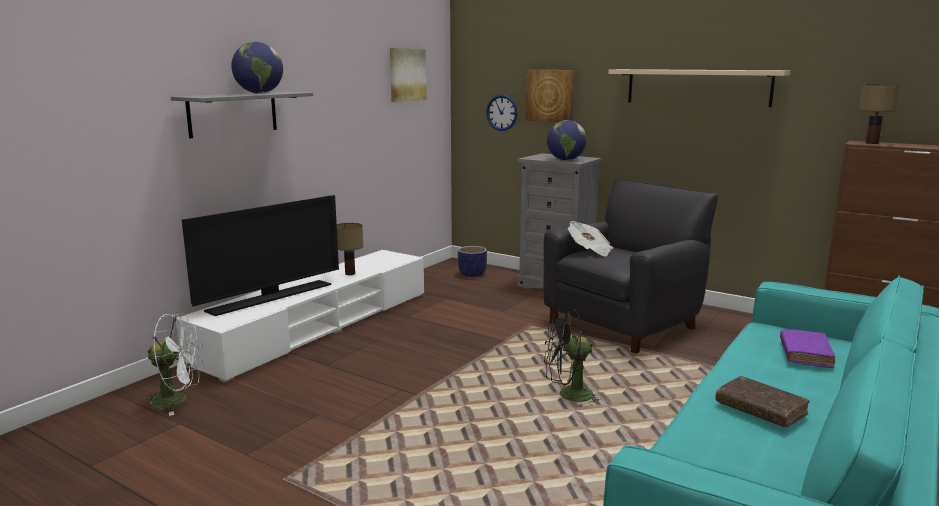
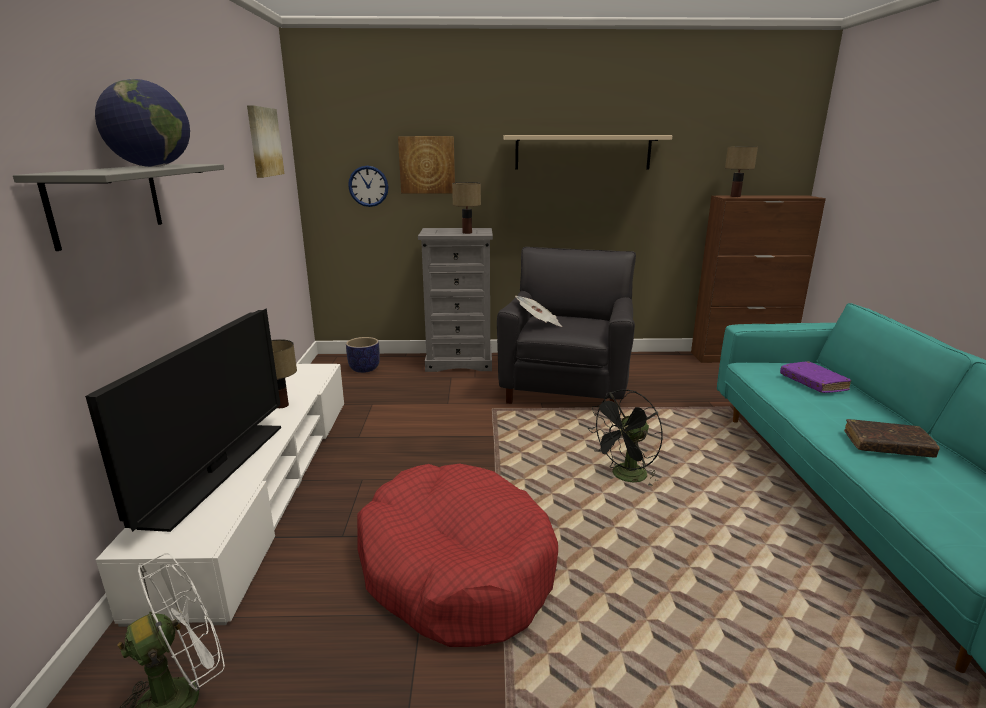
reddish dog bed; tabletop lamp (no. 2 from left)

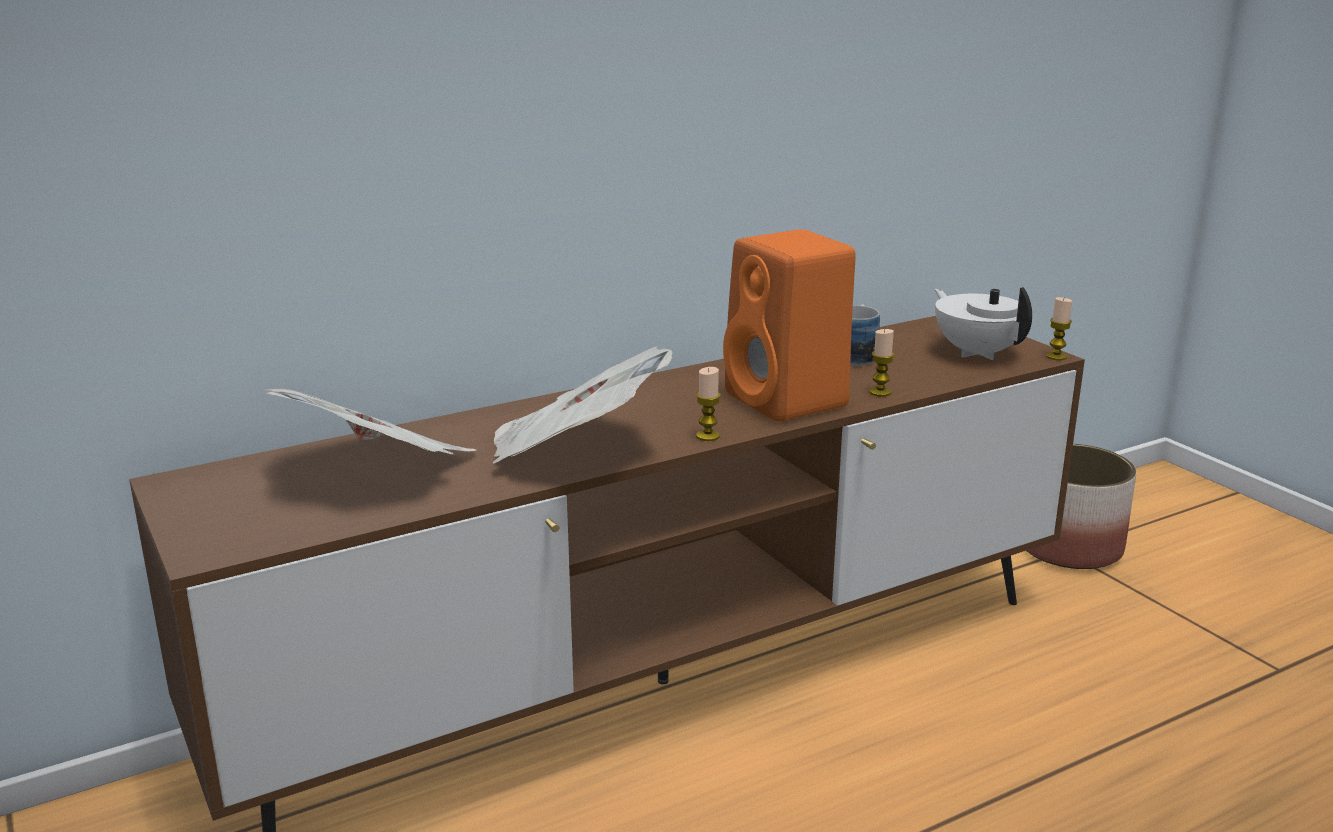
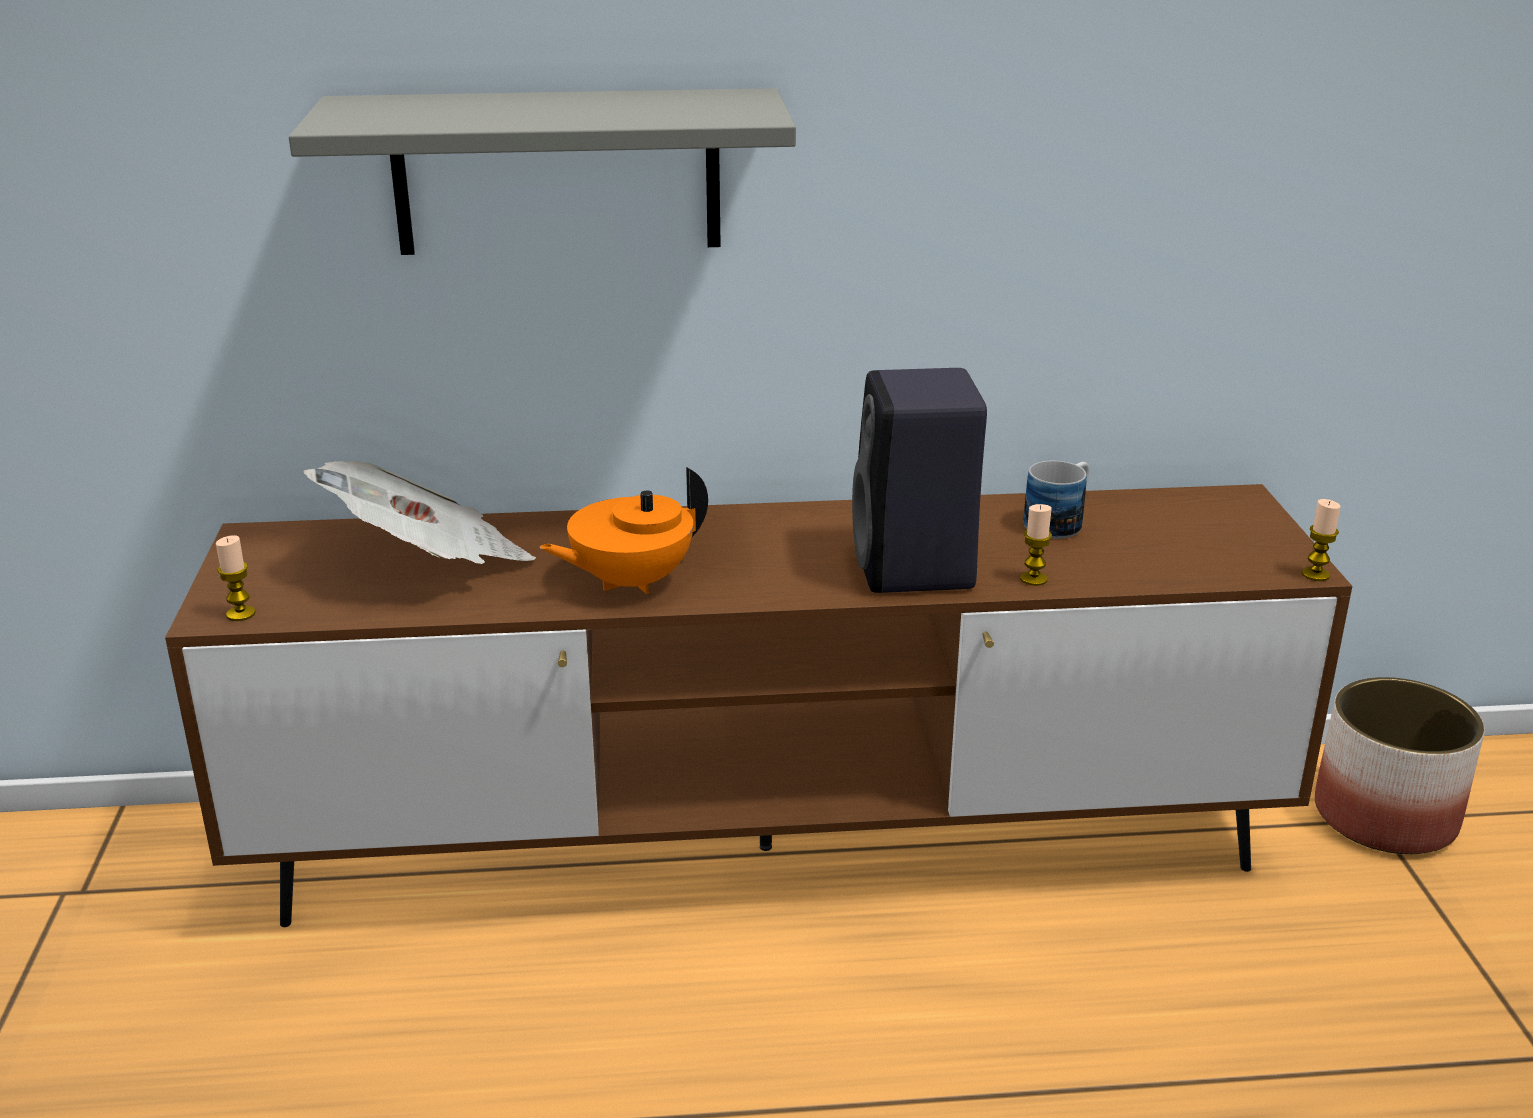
candle (no. 1 from left); greyish shelf; orange tea pot; blackish speaker; white tea pot

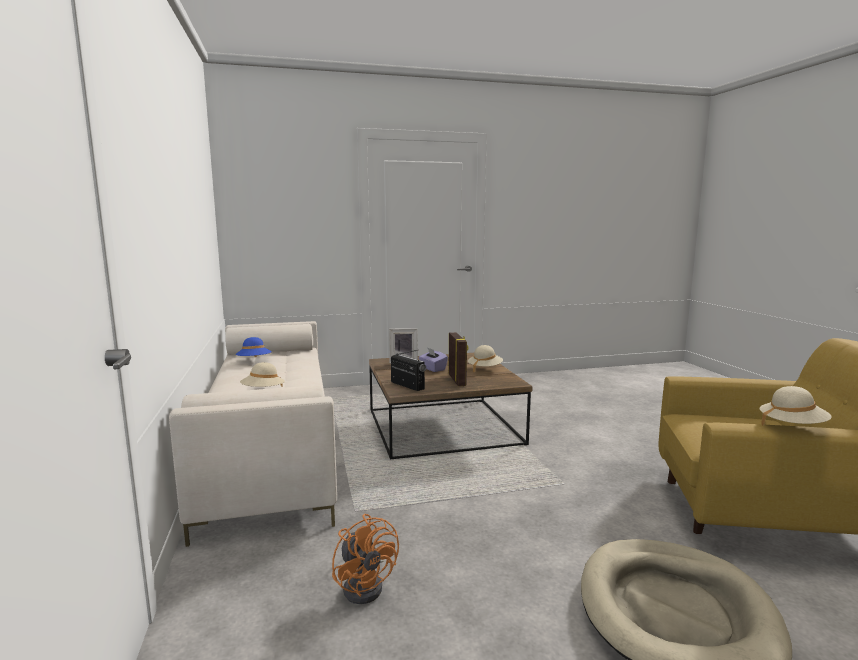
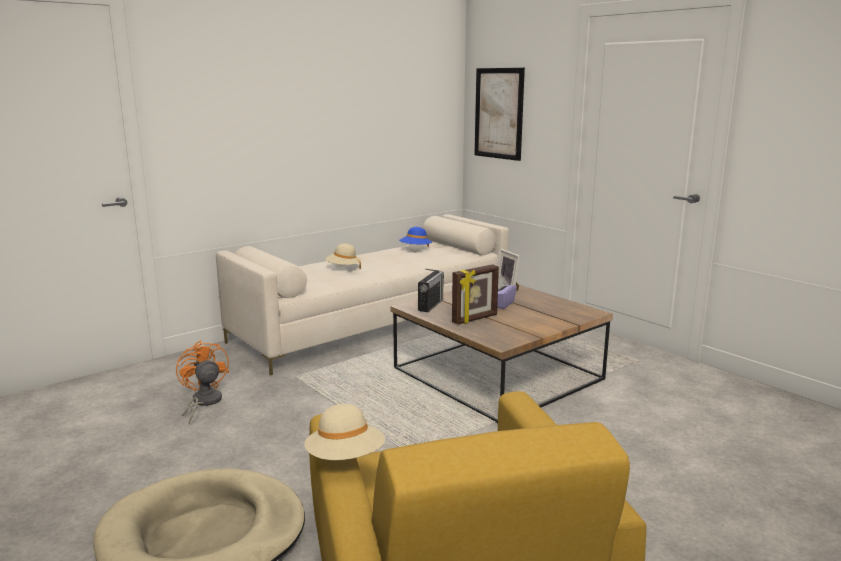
orange electric fan; wall picture; beige-coloured hat (no. 2 from left in the first image)

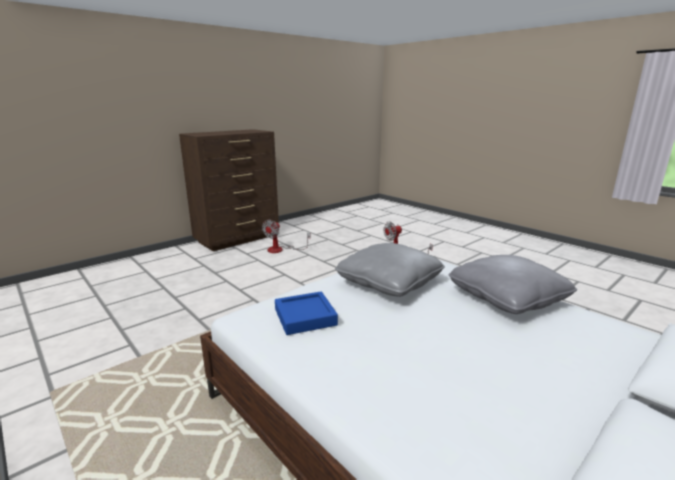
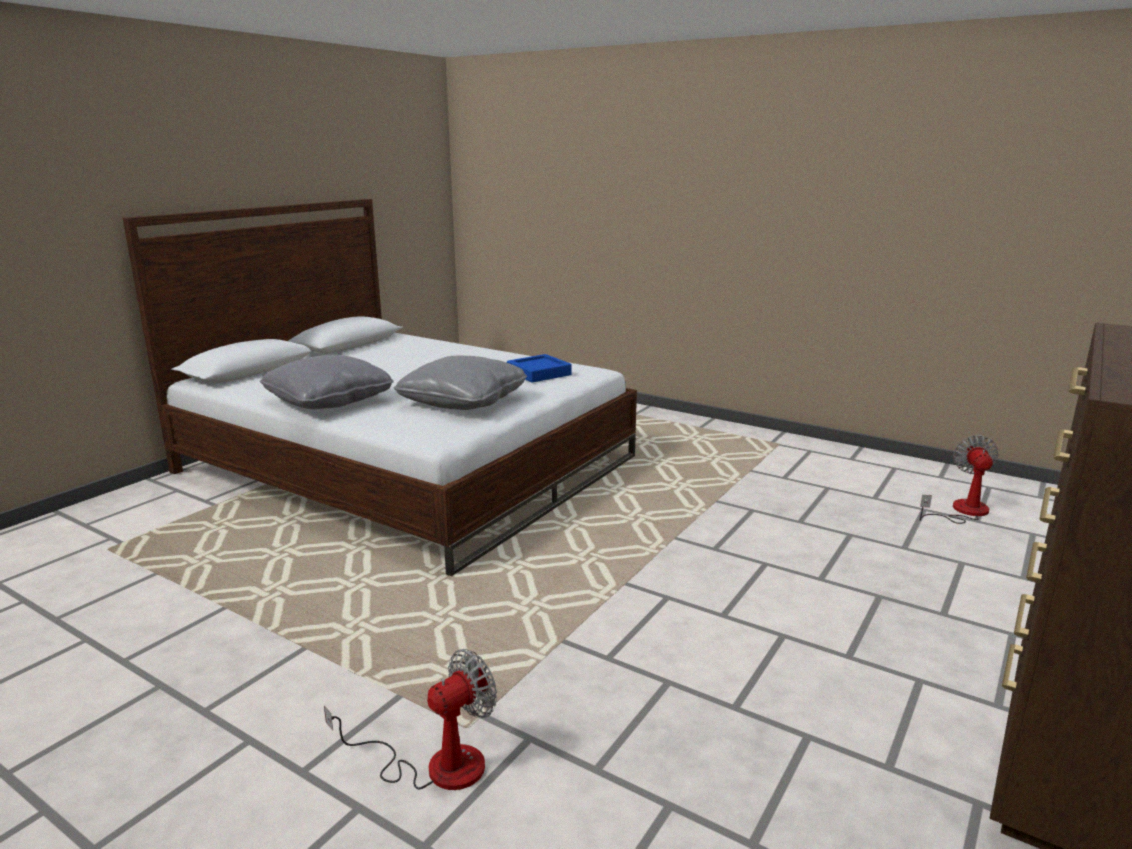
electric fan (no. 2 from left)

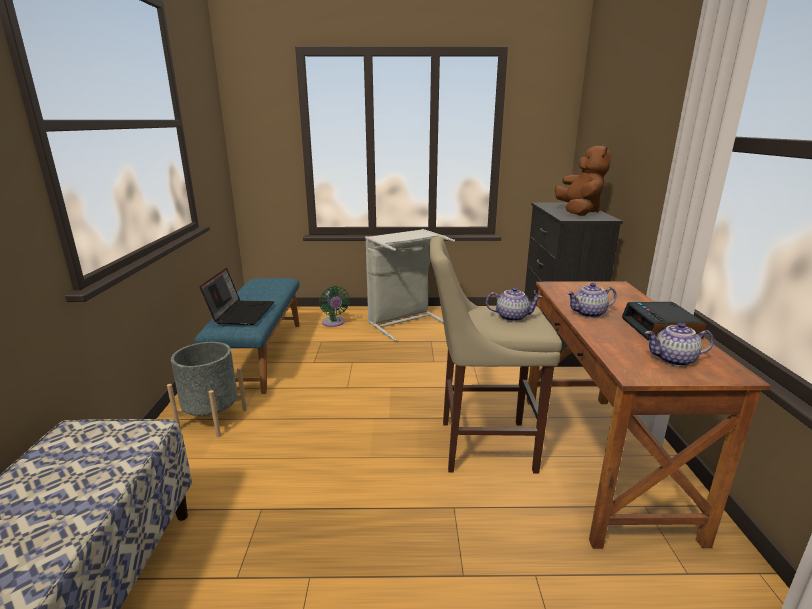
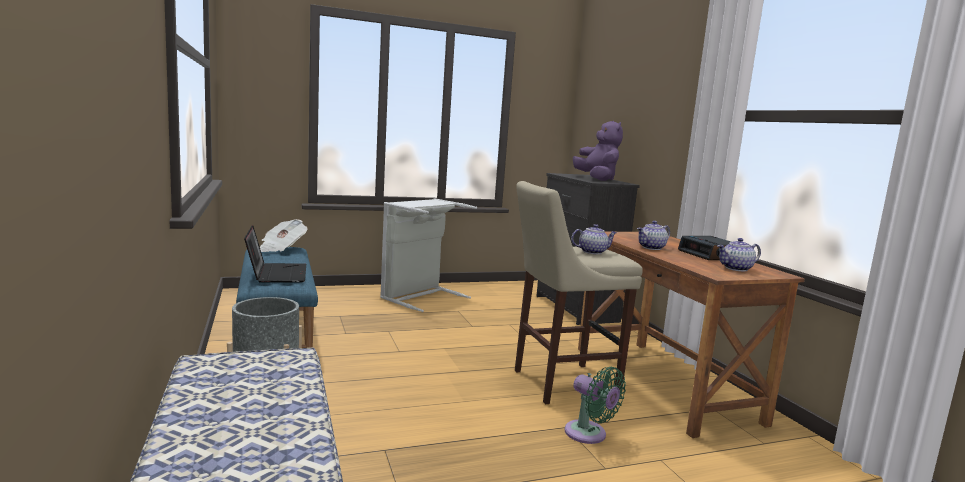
daily paper; green-coloured electric fan; purple-coloured cuddly toy

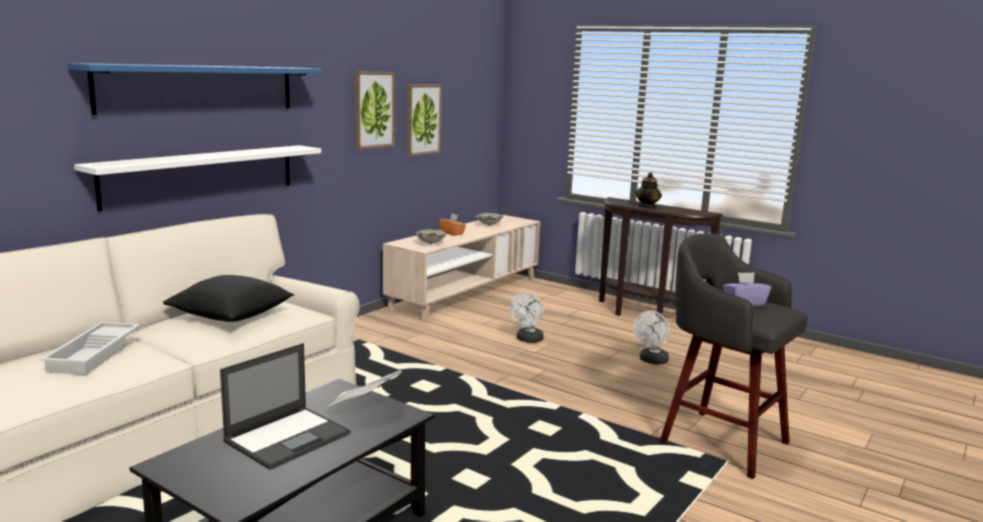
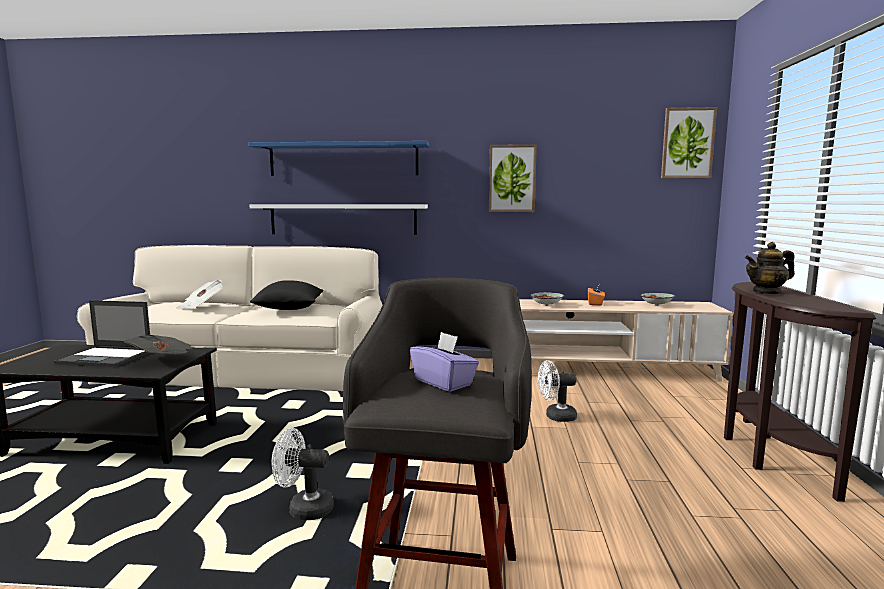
daily paper (no. 2 from left); white electric fan (no. 1 from left); wall picture (no. 2 from left)

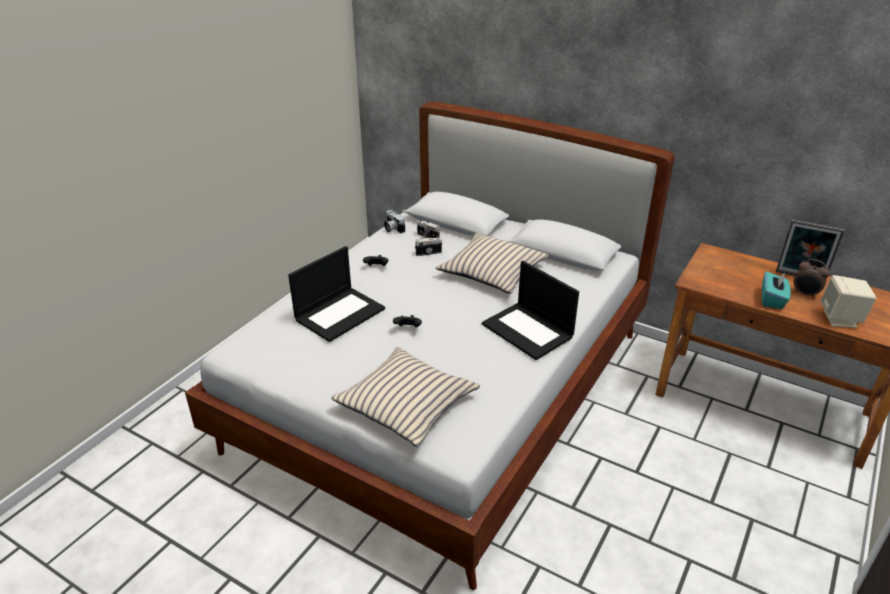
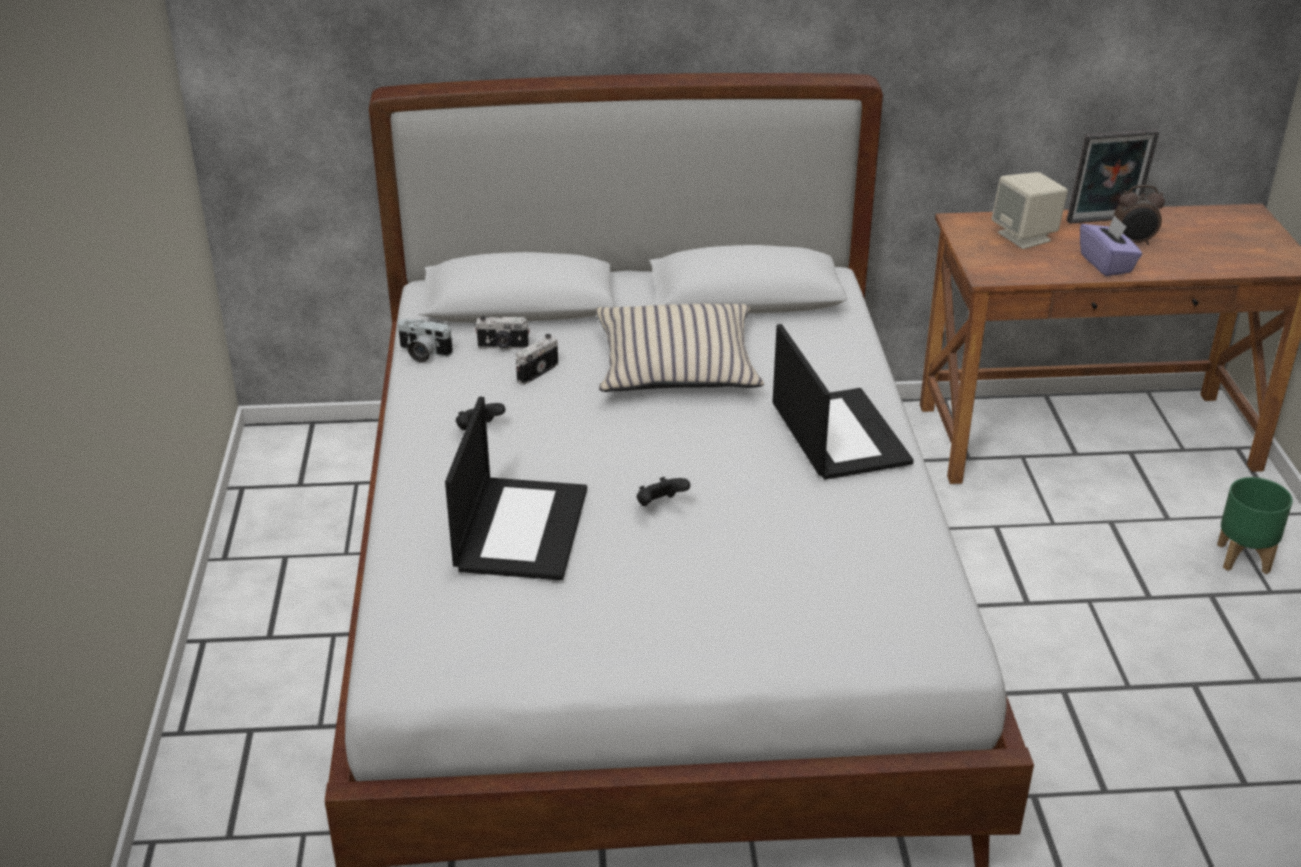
portable computer (no. 2 from left); beige-coloured speaker; purple-coloured tissue box; green-coloured flower pot; beige-coloured cushion (no. 1 from left in the first image)

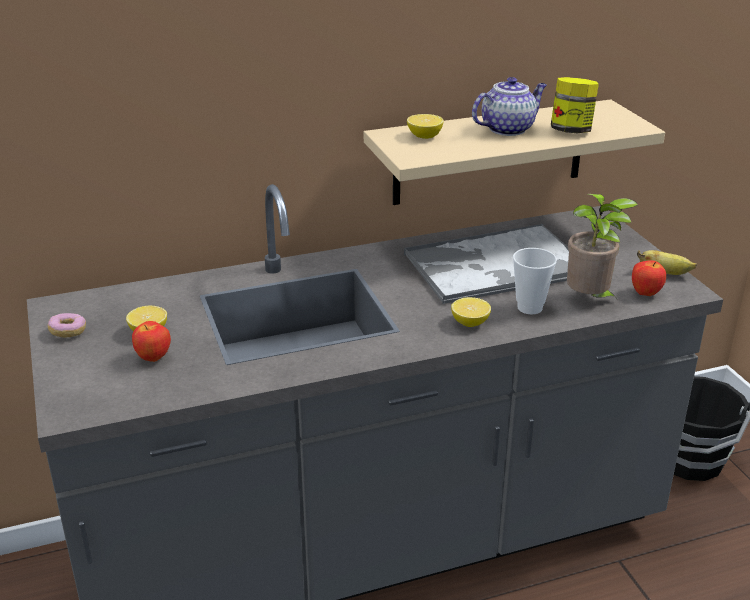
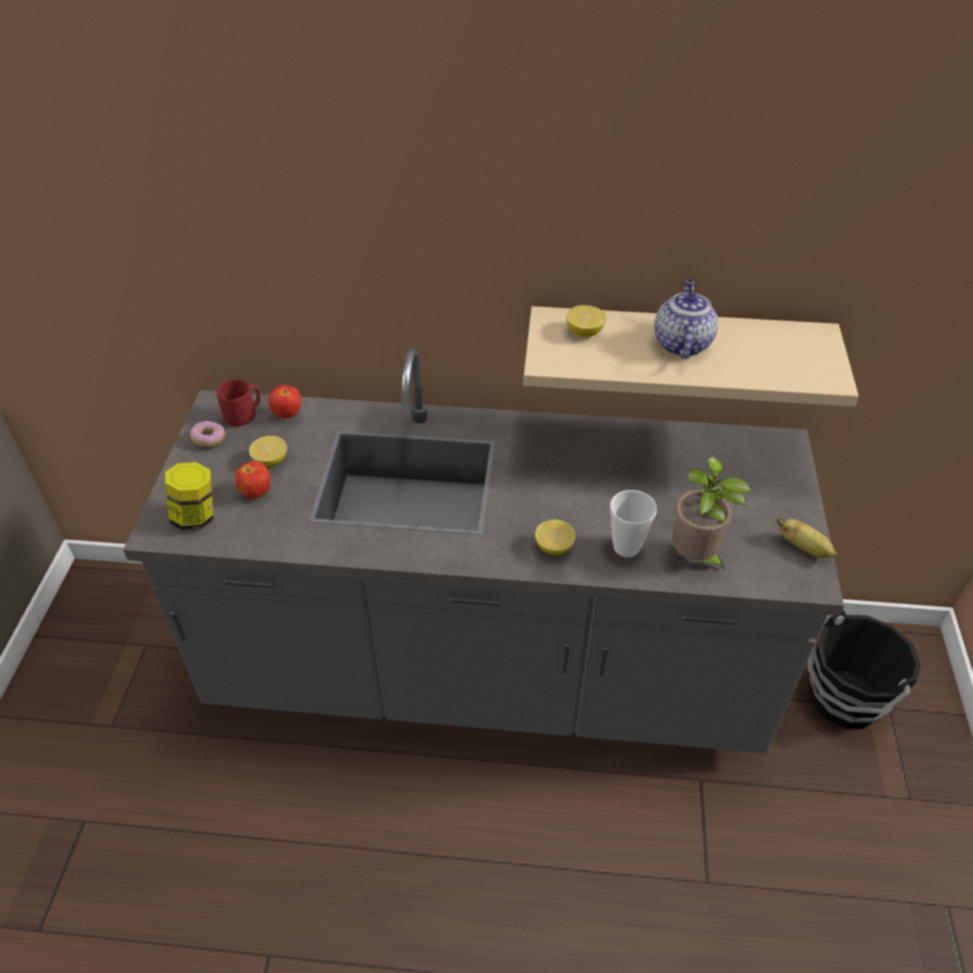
jar; reddish tea mug; whole apple (no. 2 from left); tea pot; tray

